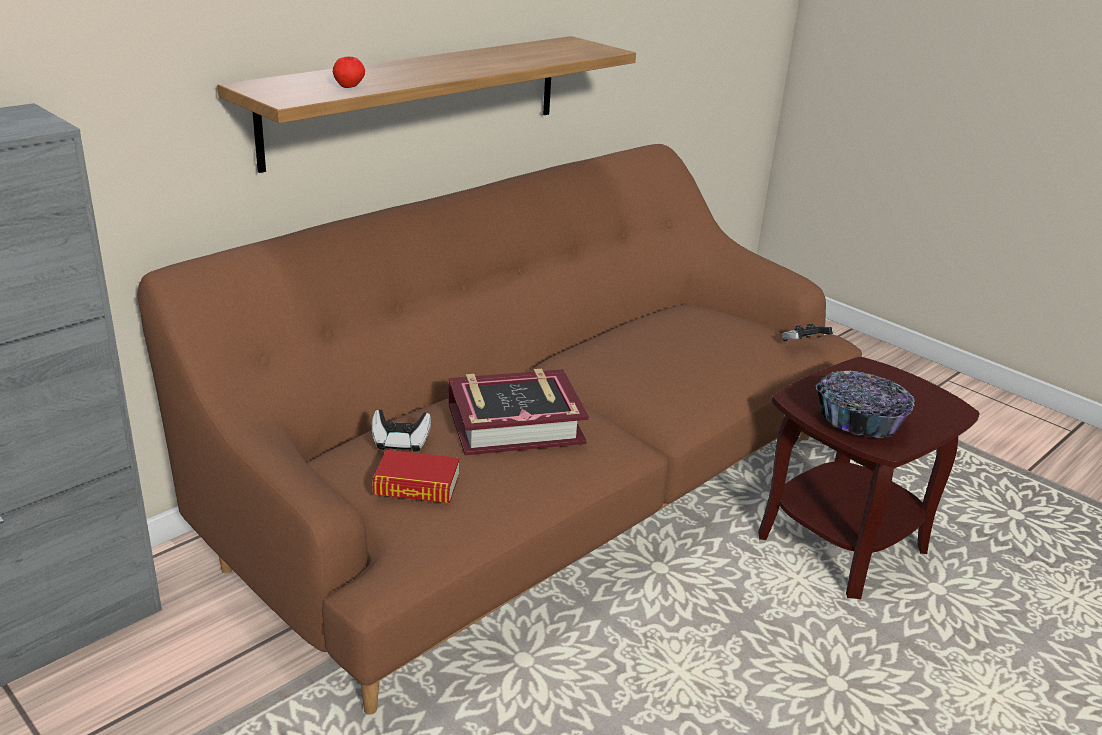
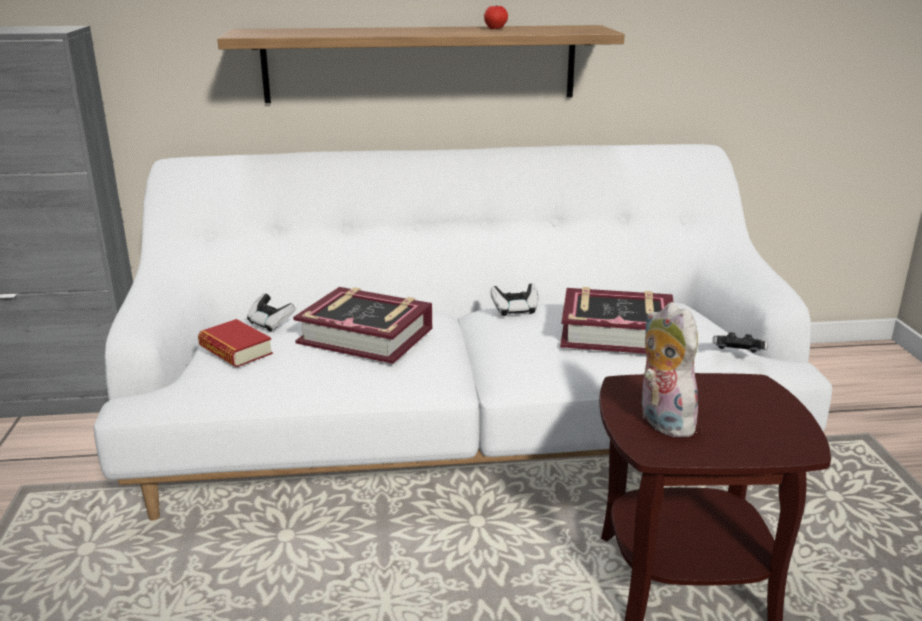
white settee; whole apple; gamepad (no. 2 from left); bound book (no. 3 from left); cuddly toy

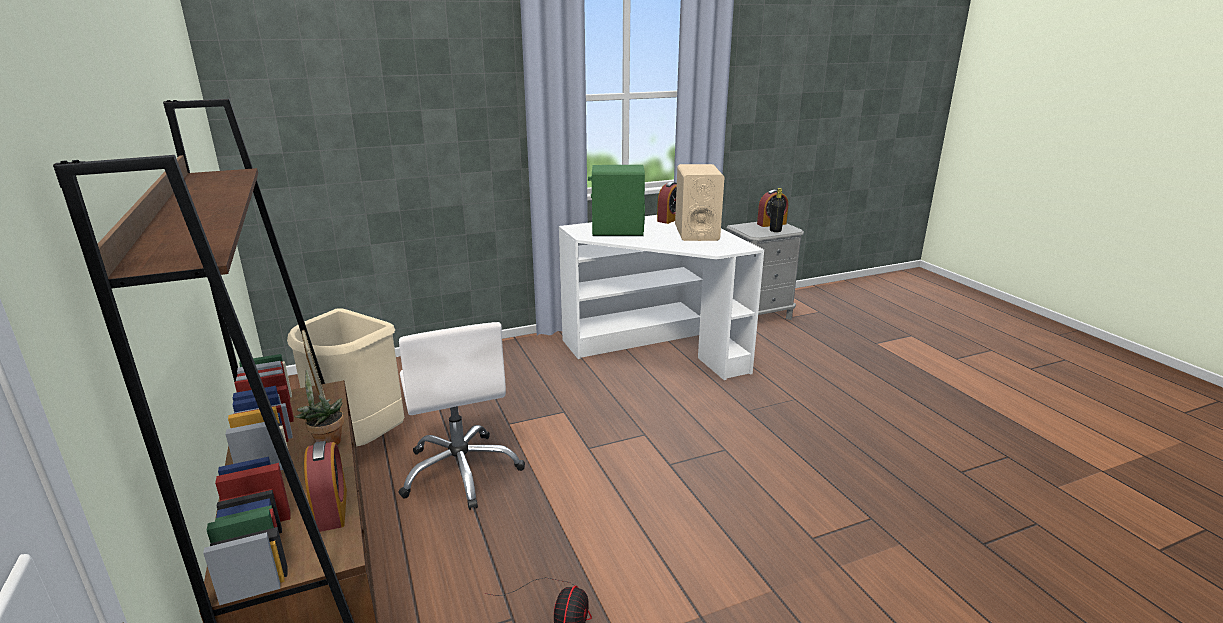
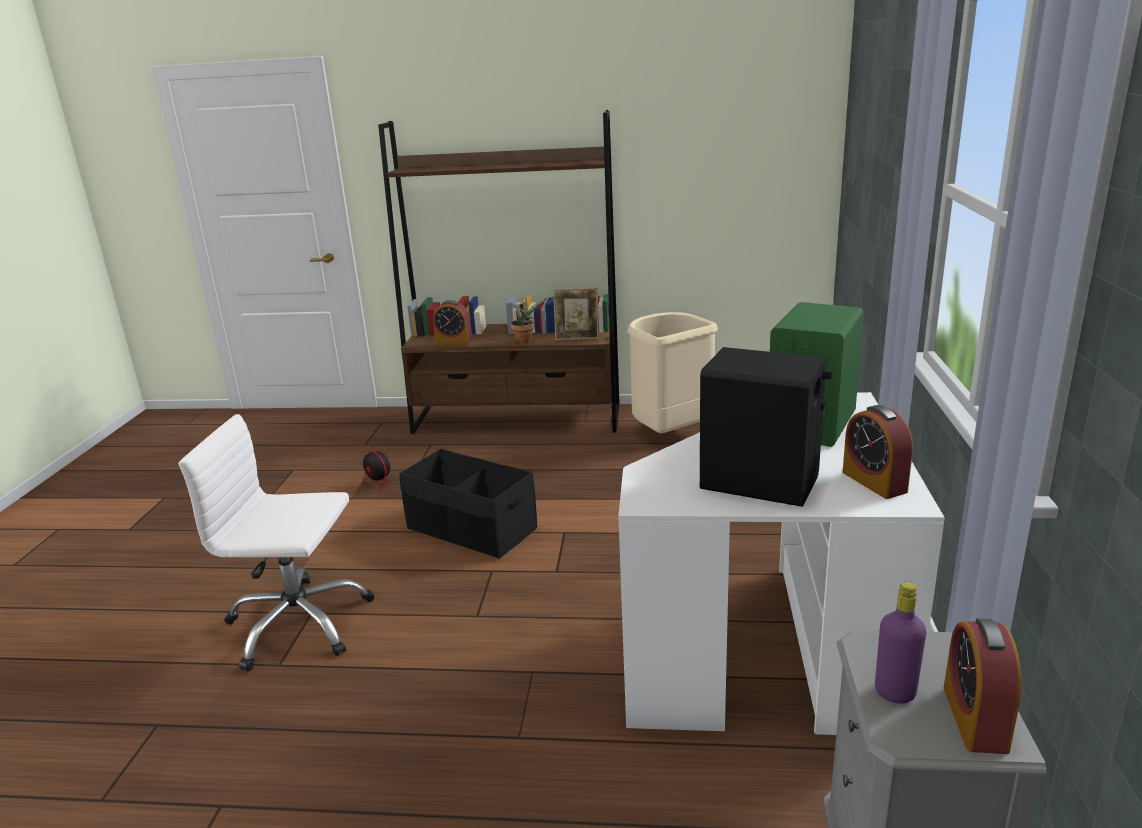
white desk chair; blackish storage box; blackish speaker; purple-coloured beverage bottle

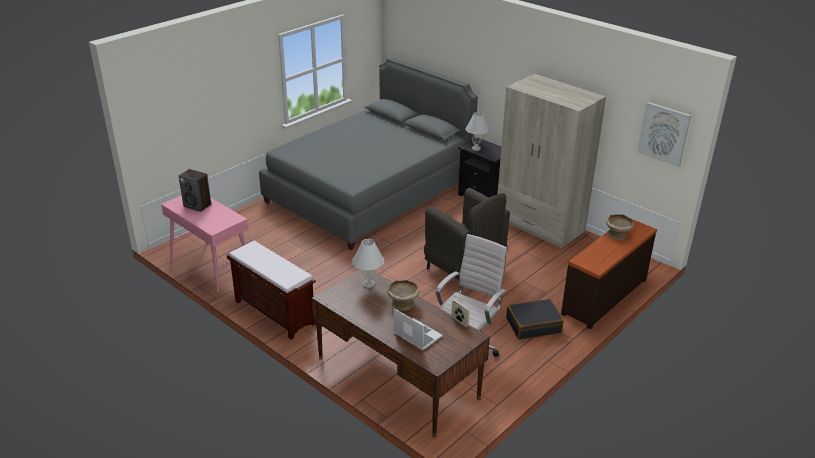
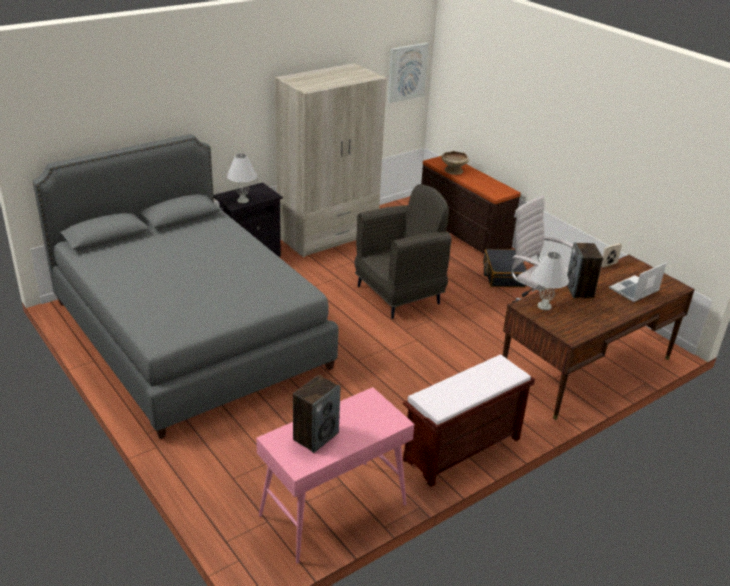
speaker (no. 2 from left)

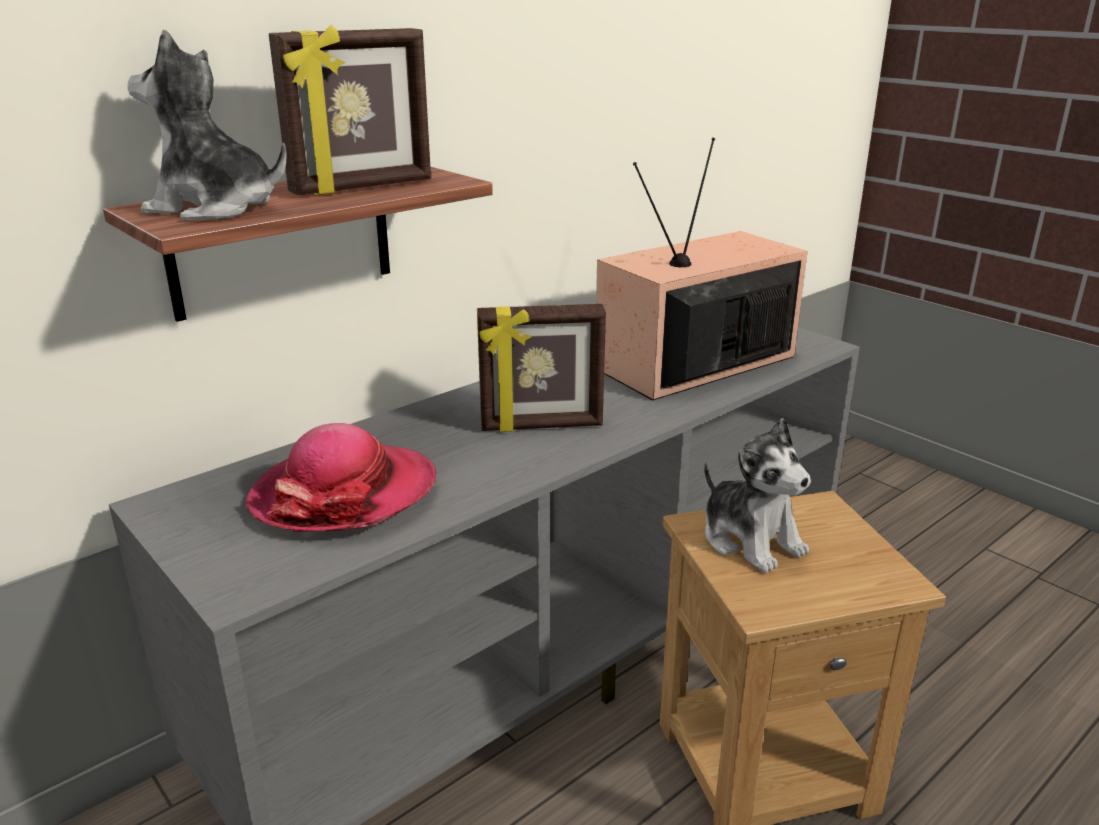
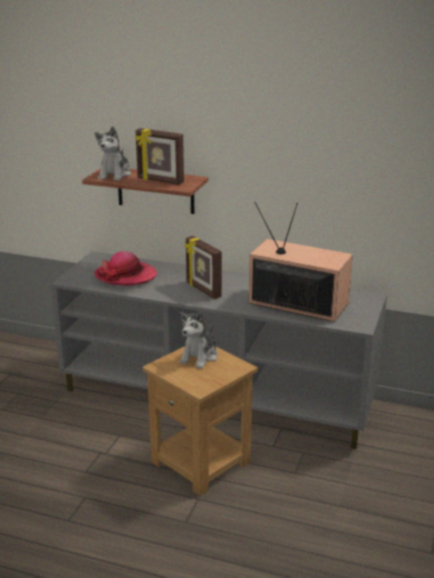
cuddly toy (no. 1 from left)

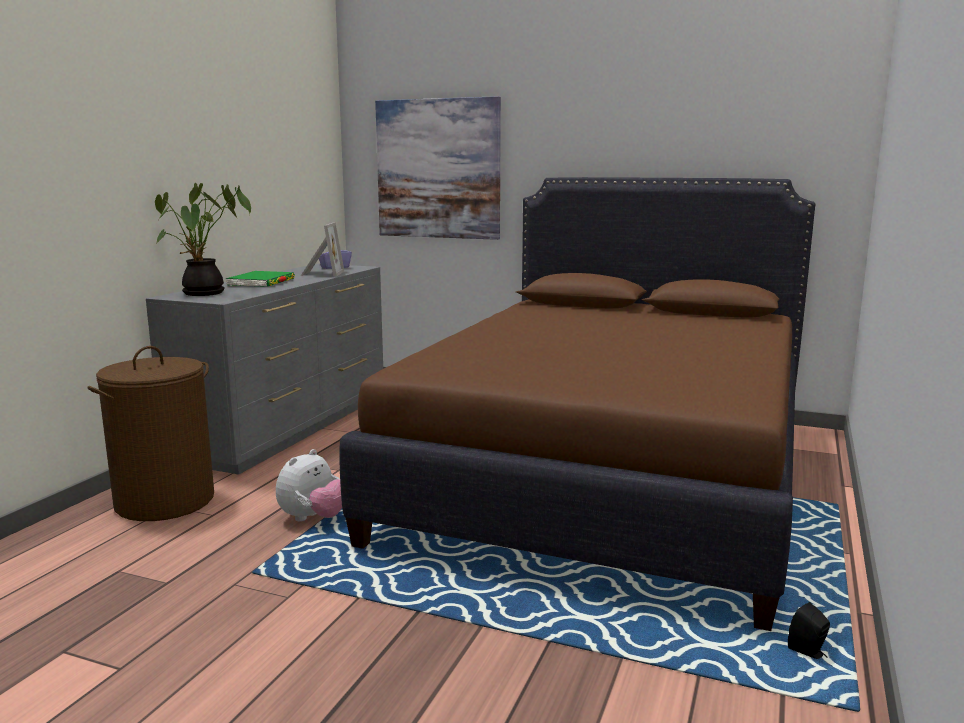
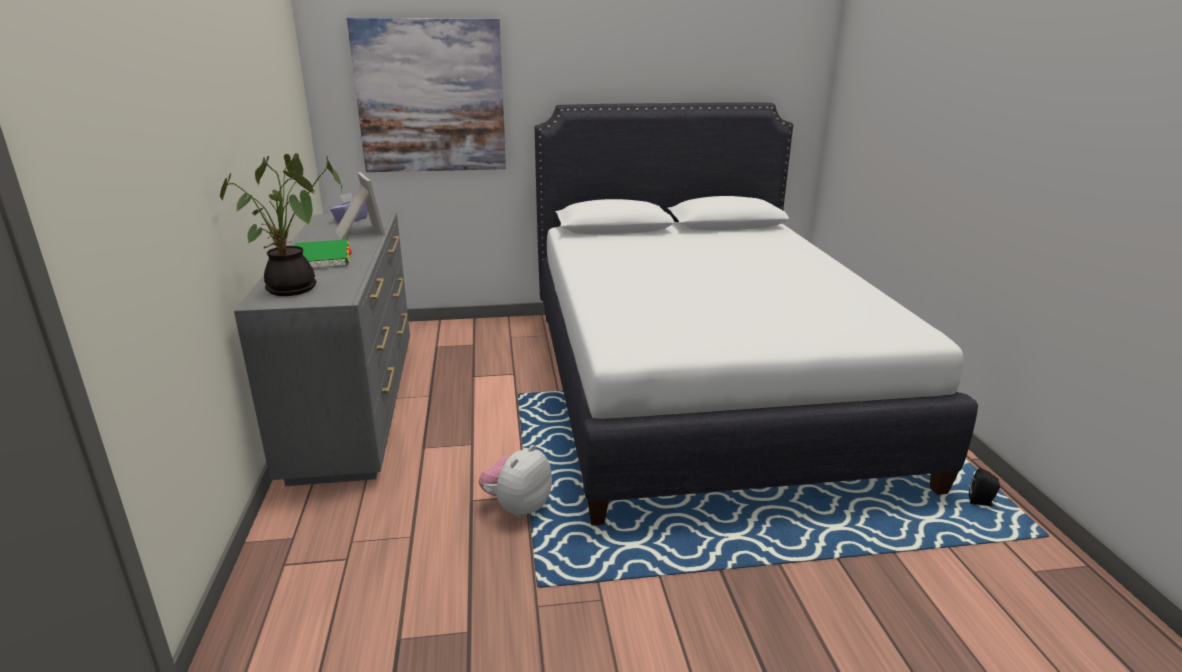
cuddly toy; white bedroom bed; brown washing basket

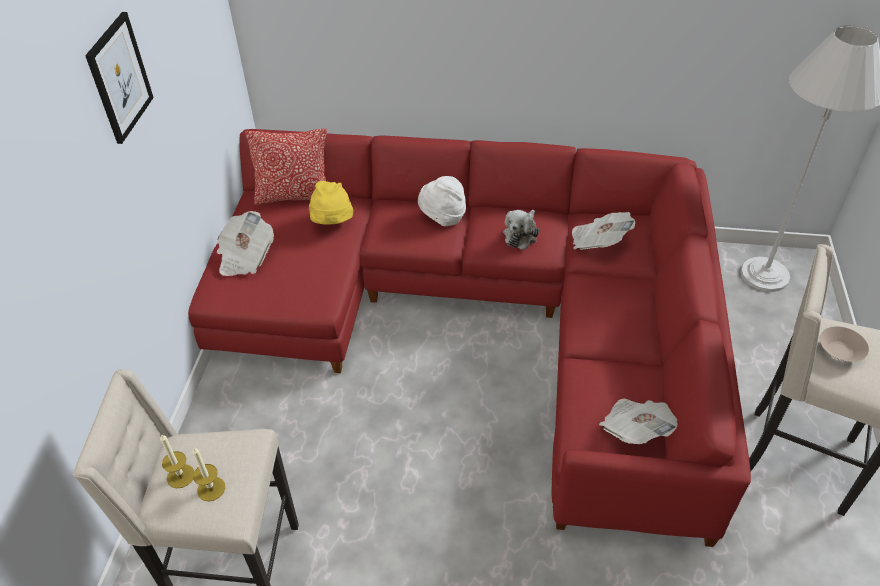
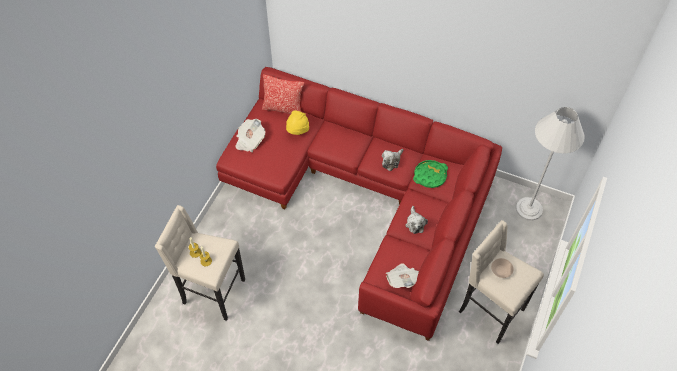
cuddly toy (no. 2 from left); green-coloured tray; wall picture; white hat

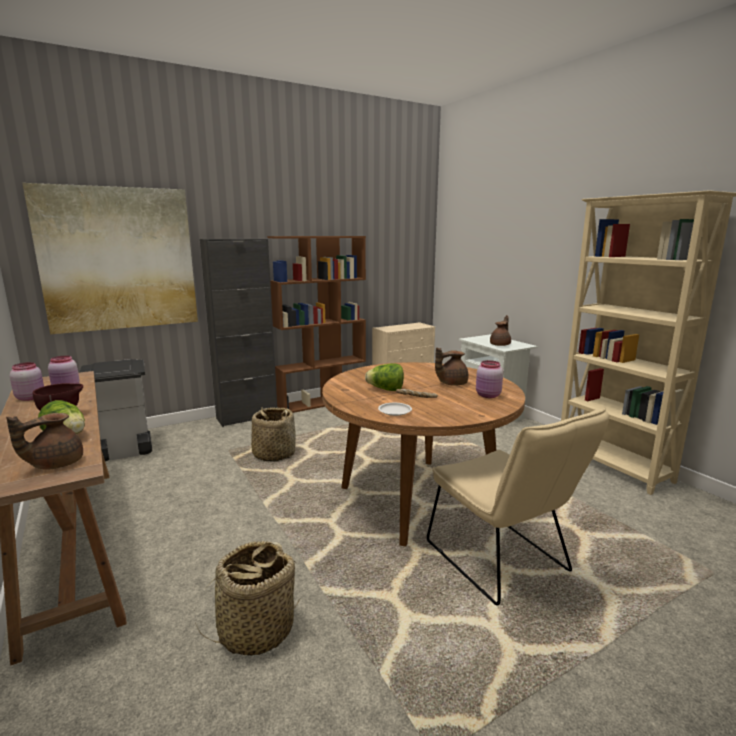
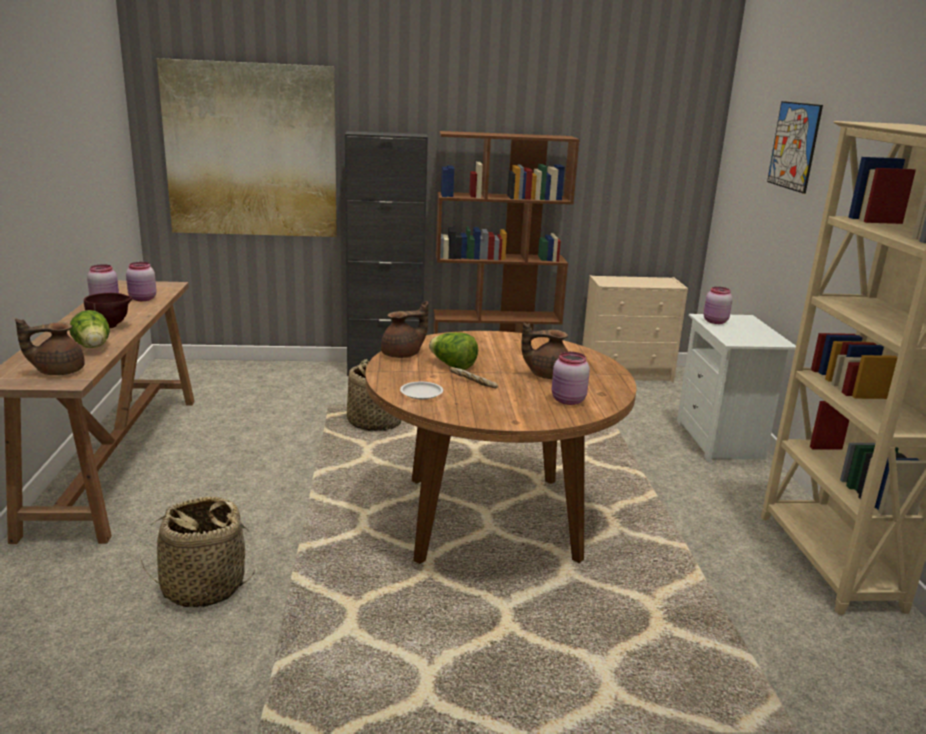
brown tea pot (no. 2 from left); pink jar (no. 4 from left); wall picture (no. 2 from left); greyish waste bin; beige-coloured plain chair

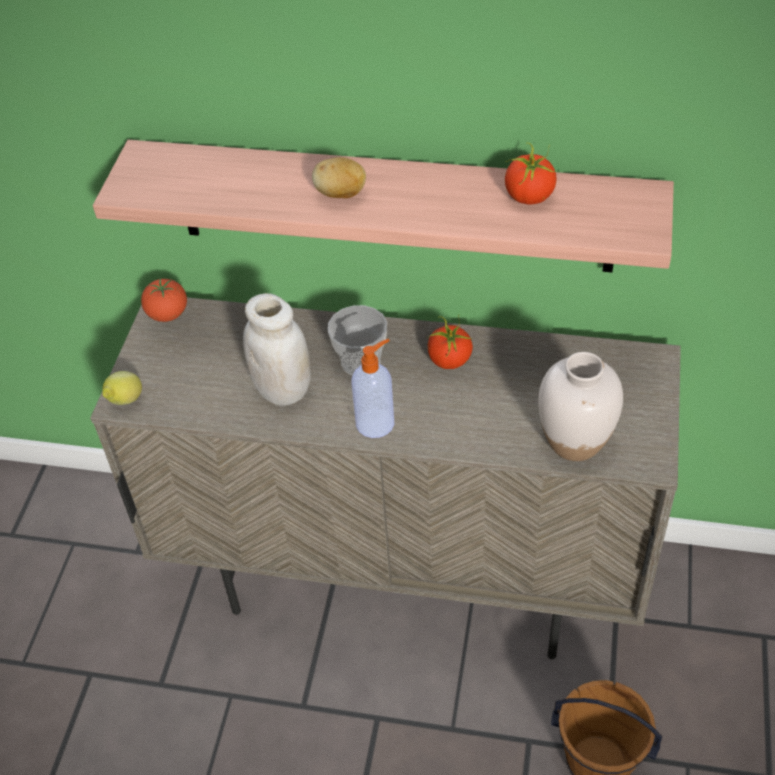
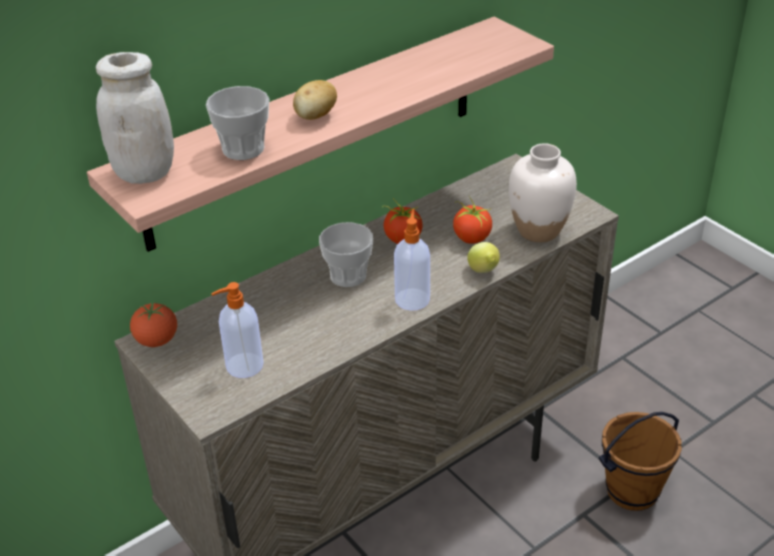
white jar; small cup (no. 1 from left); soap dispenser (no. 1 from left); tomato (no. 3 from left); lemon

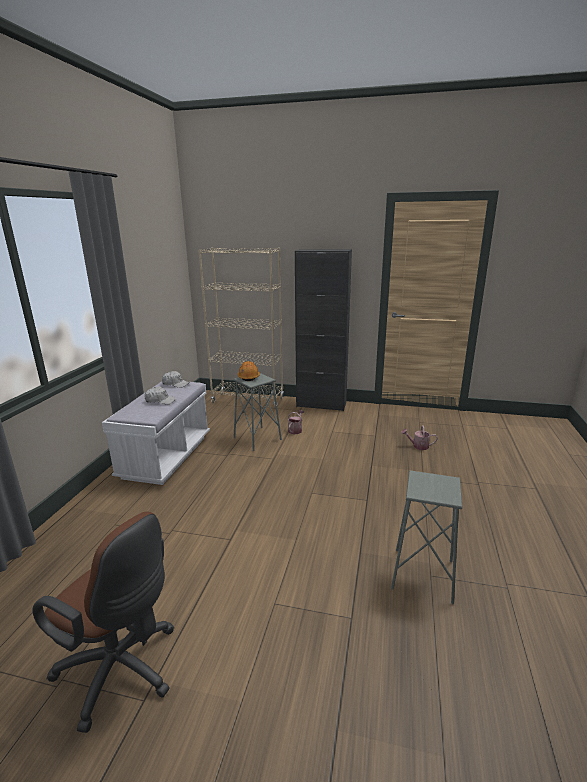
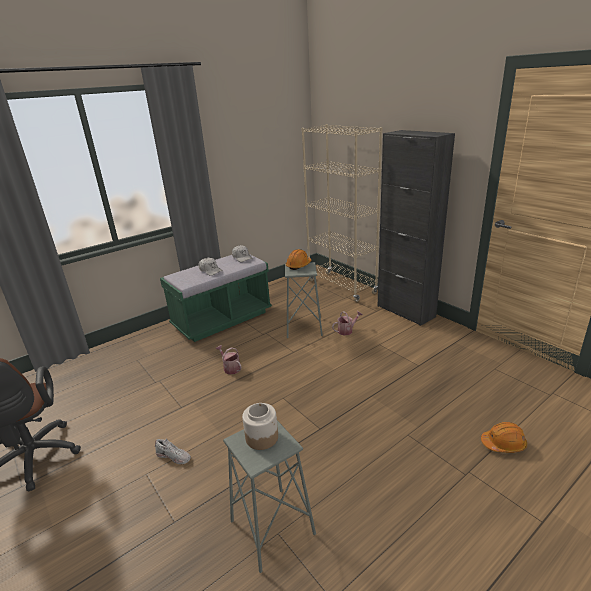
white low shoe; green-coloured bench; sprinkling can (no. 1 from left); jar; orange work helmet (no. 2 from left)

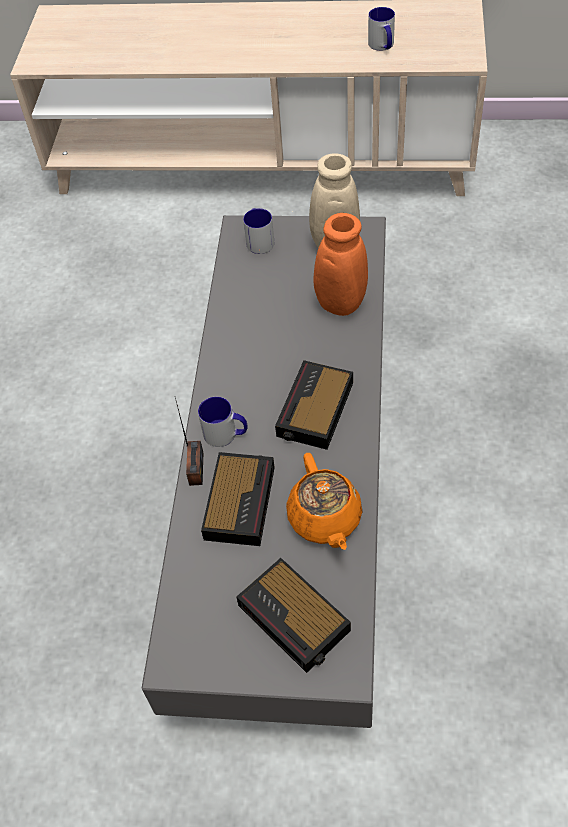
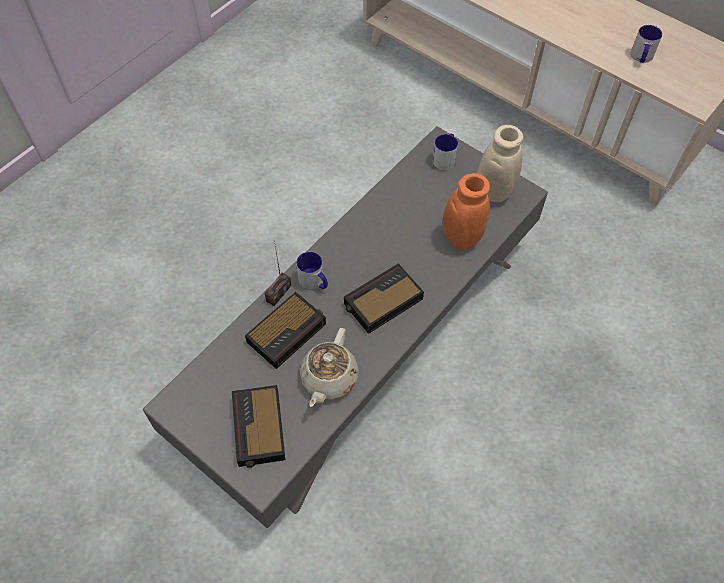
beige-coloured tea pot

